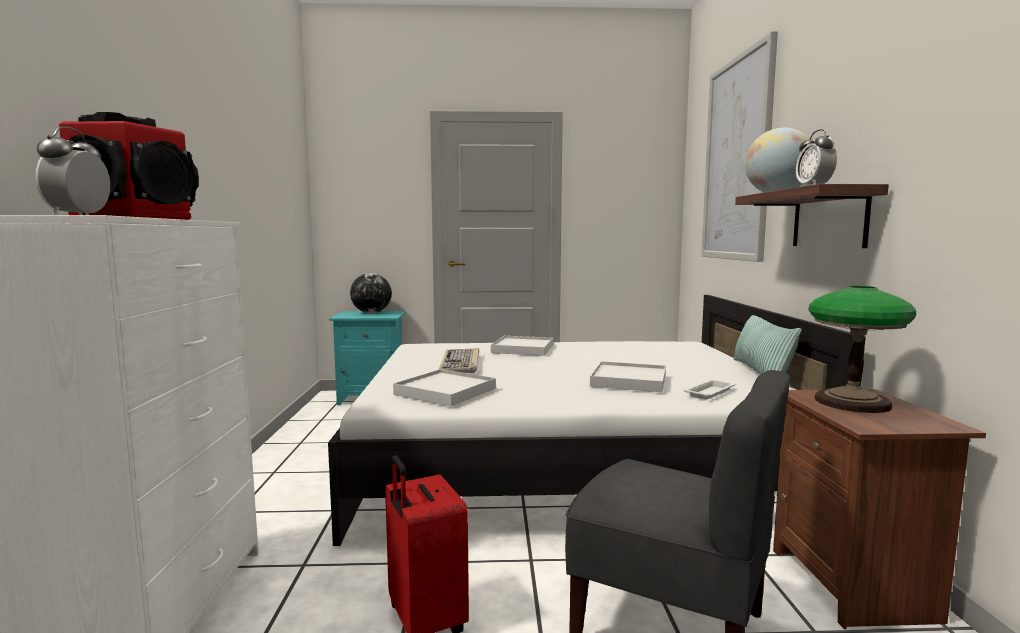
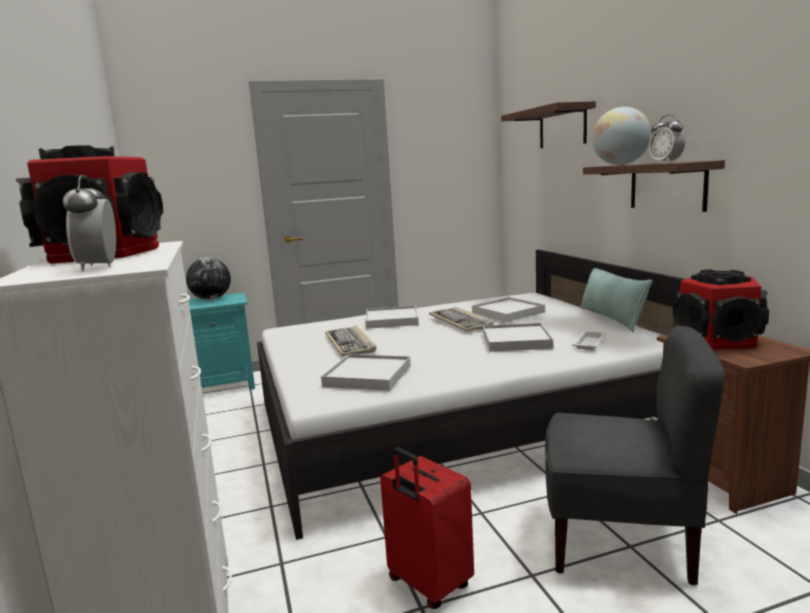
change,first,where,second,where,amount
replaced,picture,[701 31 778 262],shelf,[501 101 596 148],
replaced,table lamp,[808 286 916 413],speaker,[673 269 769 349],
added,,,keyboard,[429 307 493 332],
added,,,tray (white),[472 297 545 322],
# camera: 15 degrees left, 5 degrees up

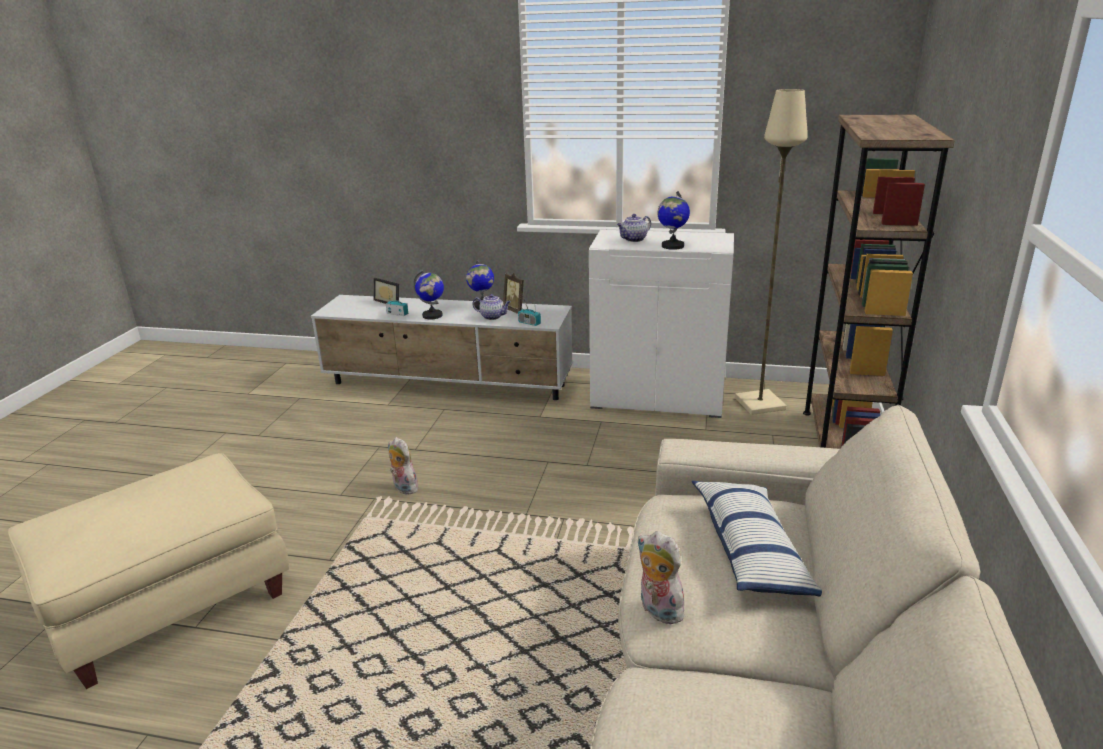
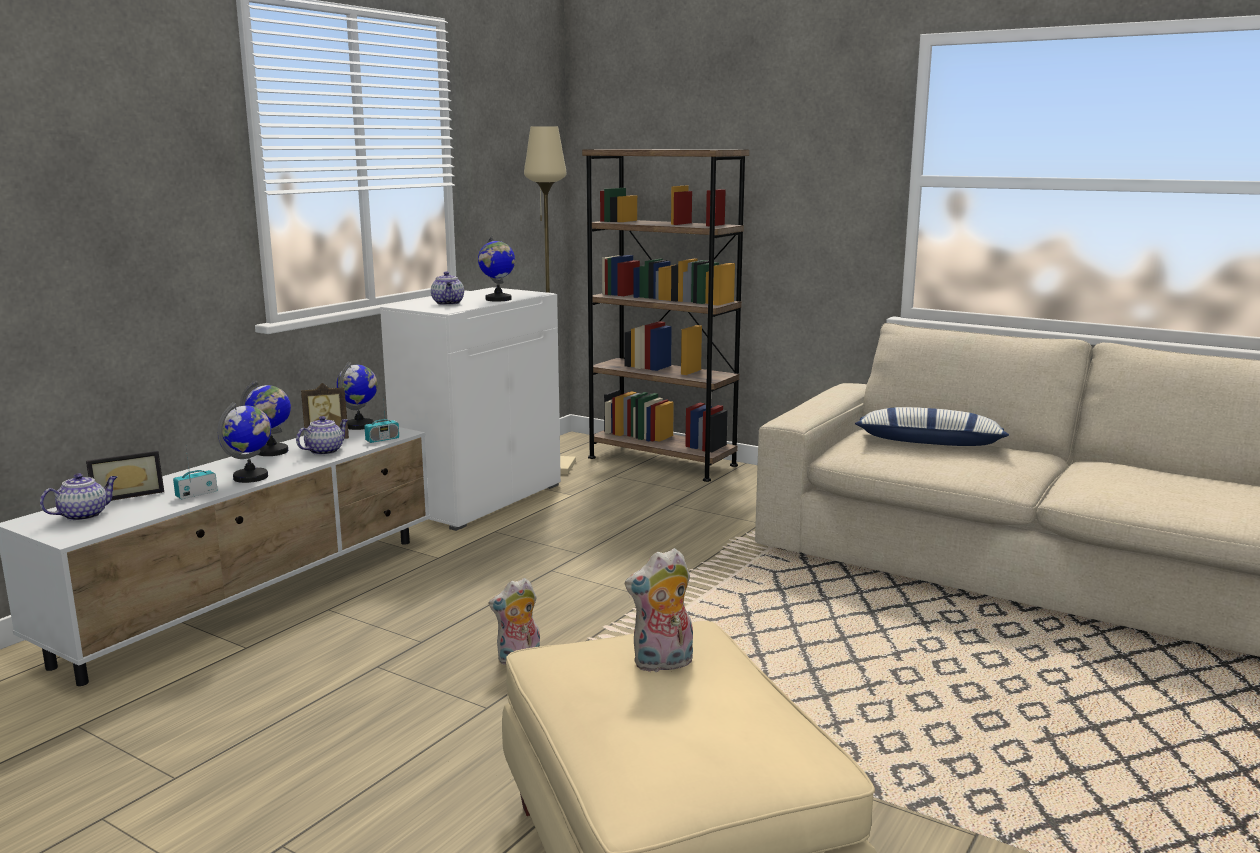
change,first,where,second,where,amount
moved,plush toy,[638 531 690 624],,[625 548 693 673],
added,,,teapot,[40 473 117 521],
added,,,globe,[337 362 378 430],
# camera: 70 degrees left, 10 degrees down

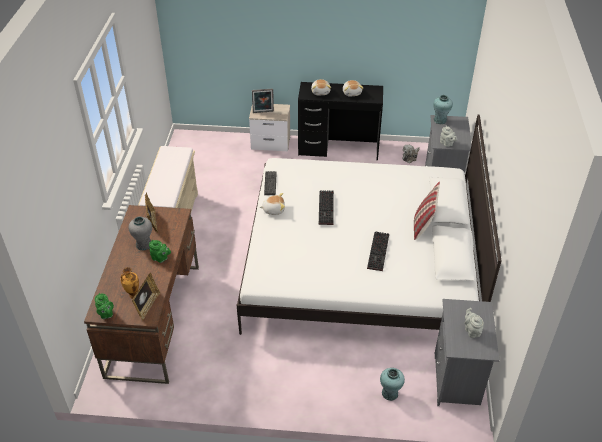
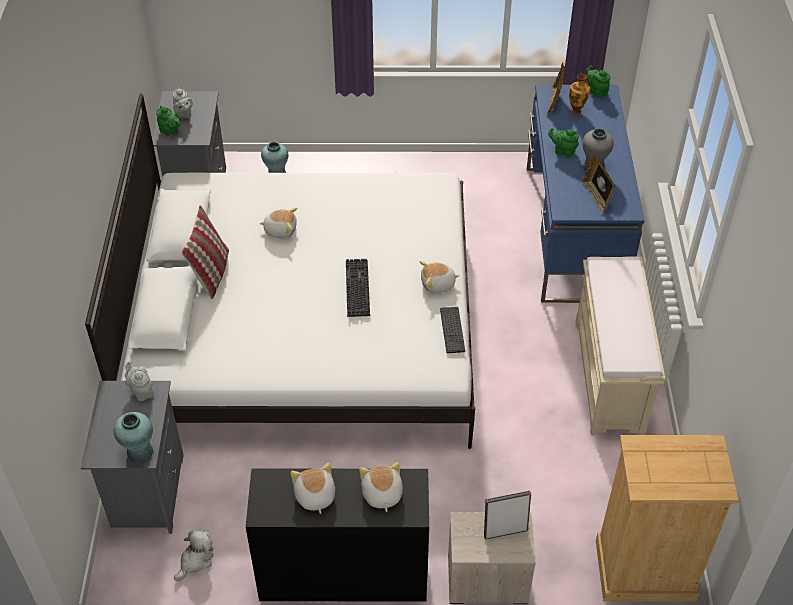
change,first,where,second,where,amount
recoloured,desk (brown),[84 205 199 384],desk (blue),[527 85 645 303],
replaced,keyboard,[367 231 389 271],plush toy,[259 207 297 239],
added,,,teapot (green),[156 106 180 137],
added,,,dresser (beige),[596 435 739 601],
# camera: 175 degrees right, 5 degrees up

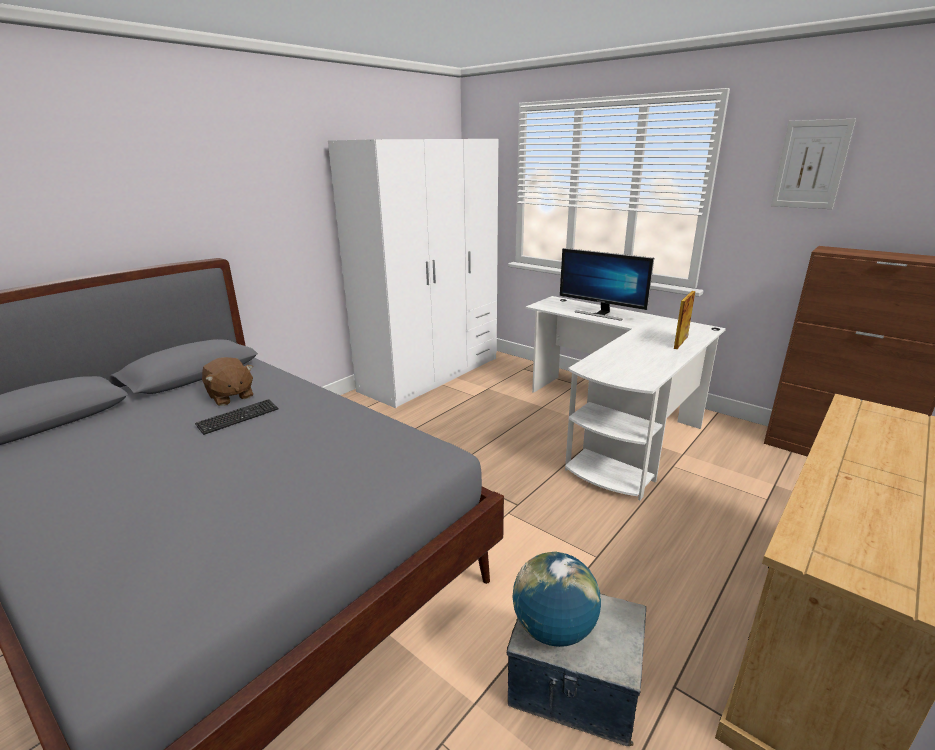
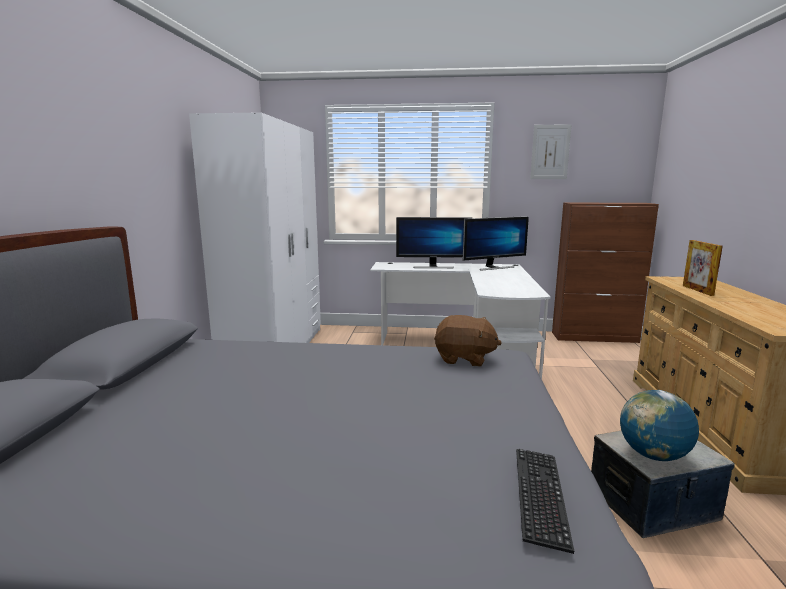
change,first,where,second,where,amount
moved,keyboard,[195 399 278 435],,[516 449 574 554],
moved,plush toy (brown),[202 357 253 406],,[434 315 502 366],
moved,picture frame,[674 291 695 349],,[683 240 723 296],
added,,,monitor,[463 216 529 271],
# camera: 35 degrees left, 10 degrees down

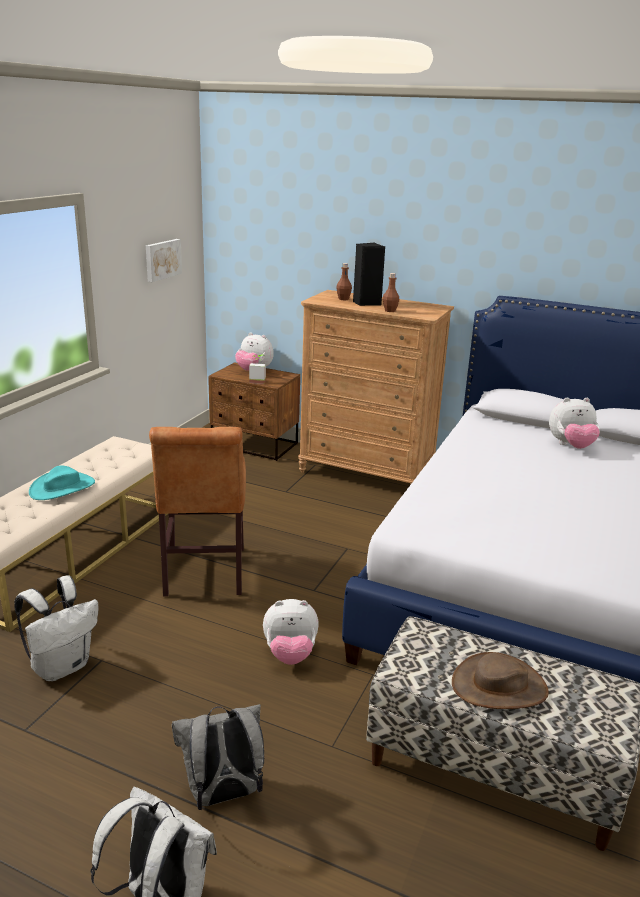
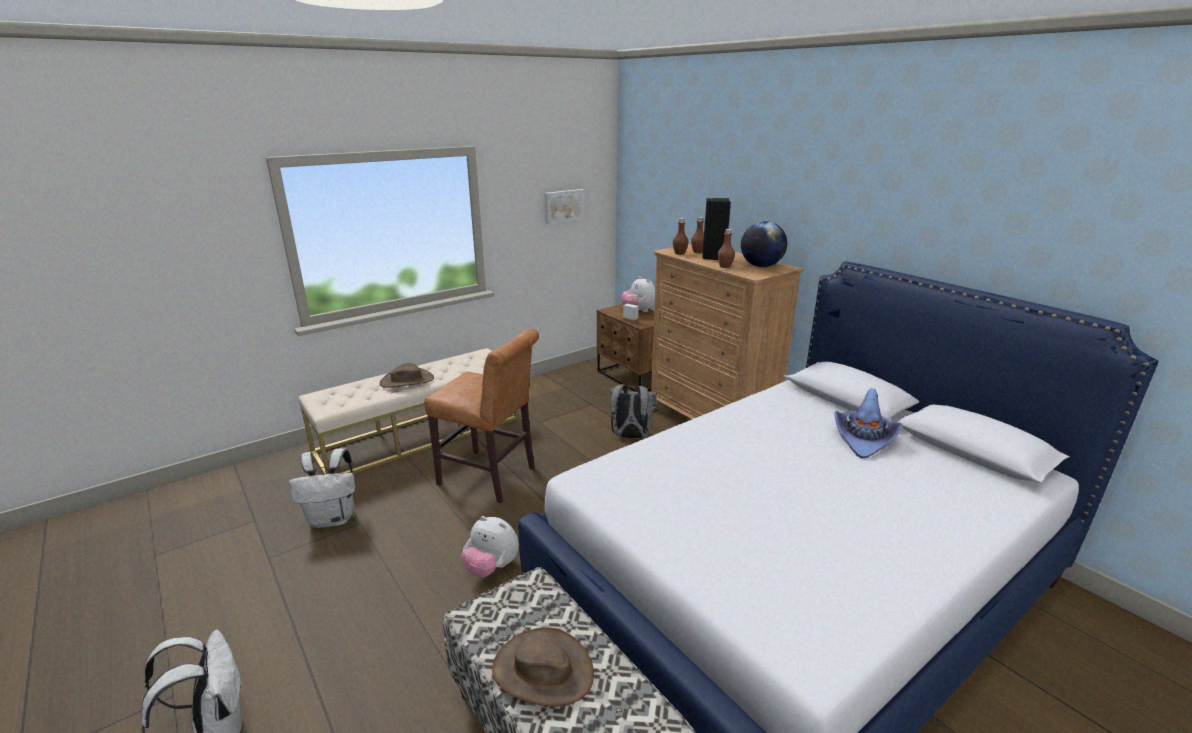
change,first,where,second,where,amount
recoloured,hat (turquoise),[29 466 95 500],hat (brown),[380 363 434 388],
turned,chair (brown),[149 427 246 597],,[424 328 539 503],90 degrees counterclockwise
moved,backpack (grey),[172 704 264 810],,[610 384 657 439],
replaced,plush toy,[549 398 600 449],hat (purple),[834 388 902 459],
added,,,bottle (brown),[673 218 688 255],
added,,,globe,[741 221 787 267],
# camera: 30 degrees right, 0 degrees up

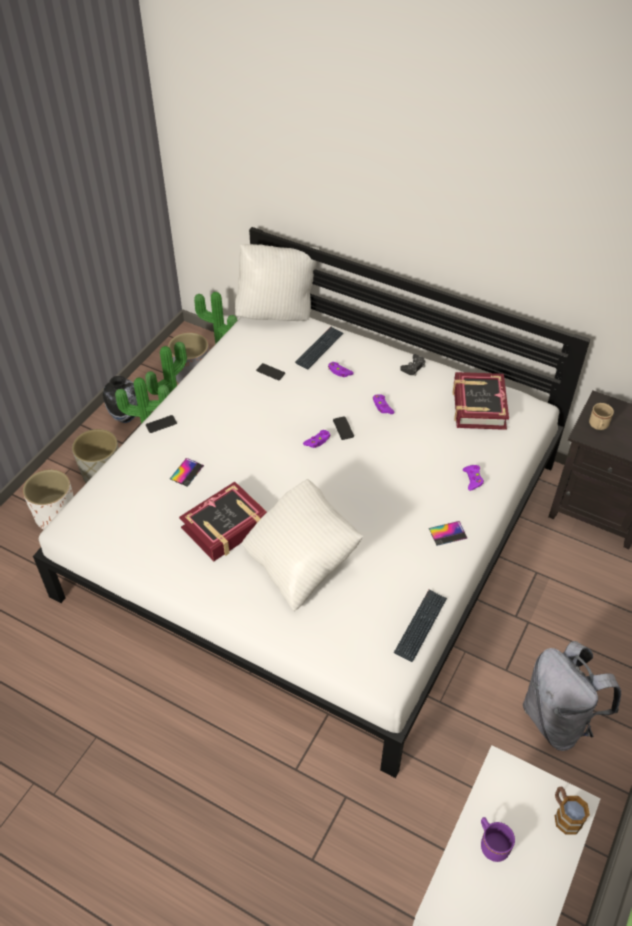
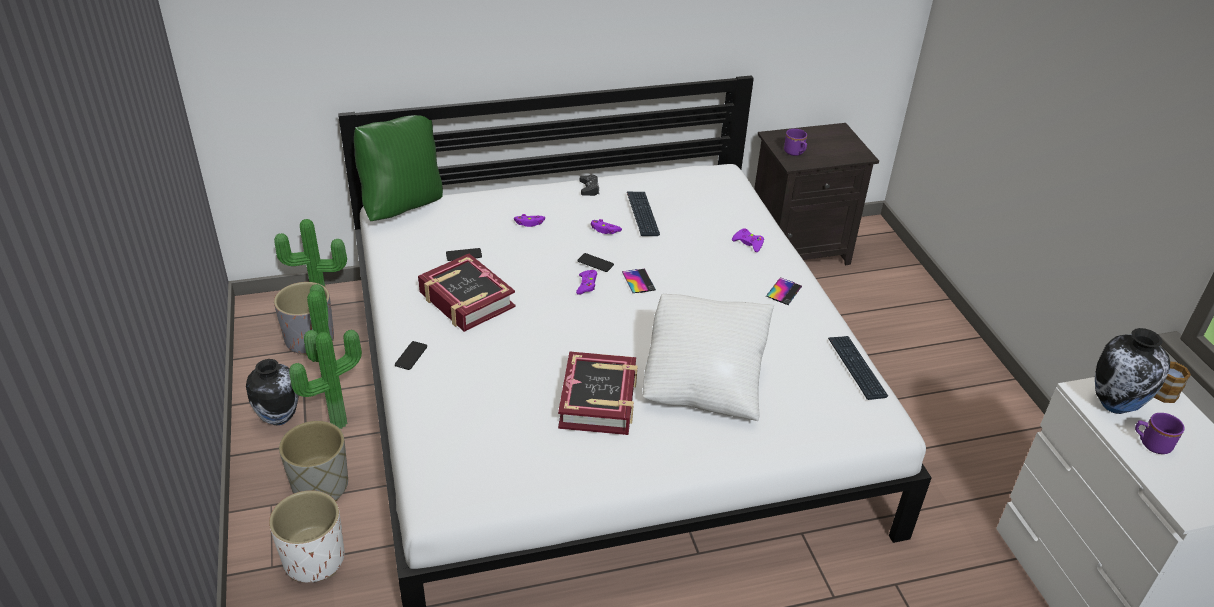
change,first,where,second,where,amount
moved,phone,[170 458 204 487],,[622 269 656 293],
recoloured,pillow (white),[235 244 319 321],pillow (green),[354 115 443 221],
moved,keyboard,[295 327 344 369],,[627 191 660 236],
moved,book,[453 372 509 430],,[418 254 516 332],
removed,backpack (grey),[523 641 621 751],,,
recoloured,mug (beige),[589 403 614 430],mug (purple),[784 129 807 156],
added,,,vase,[1095 328 1170 414],
# camera: 45 degrees left, 10 degrees down

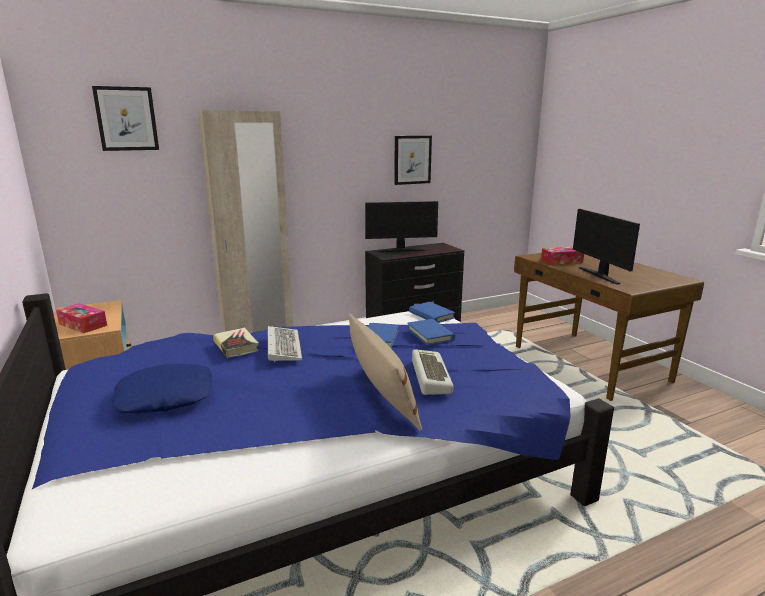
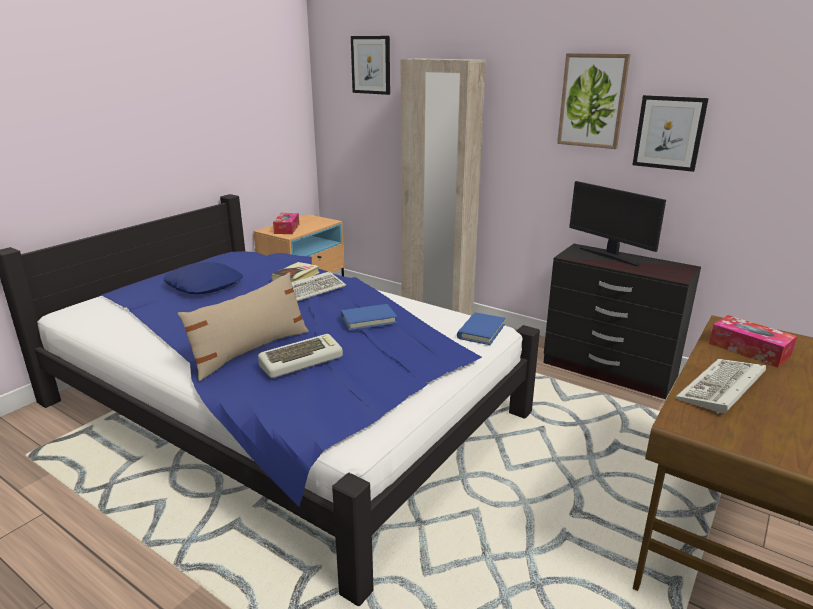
change,first,where,second,where,amount
removed,book (blue),[407 319 455 346],,,
replaced,monitor,[573 209 640 285],keyboard,[676 359 766 414],
added,,,picture,[557 53 630 149],
# camera: 60 degrees right, 5 degrees up

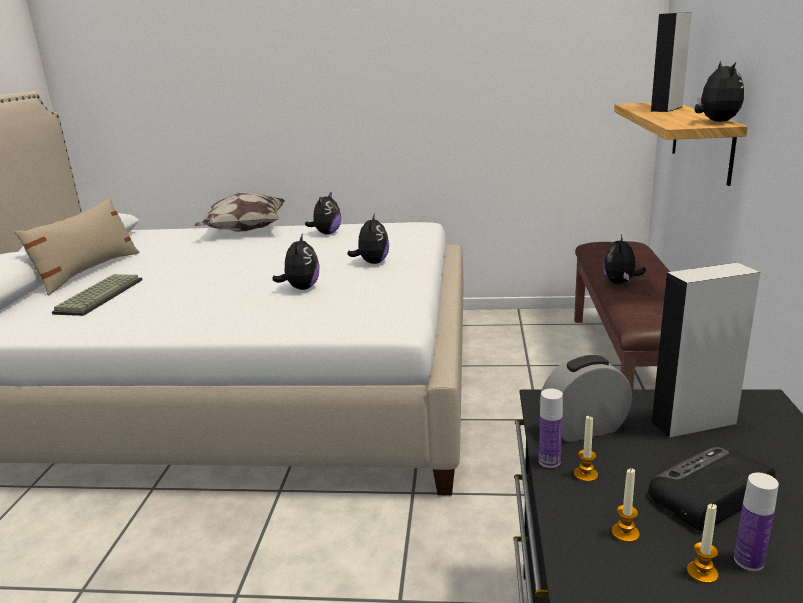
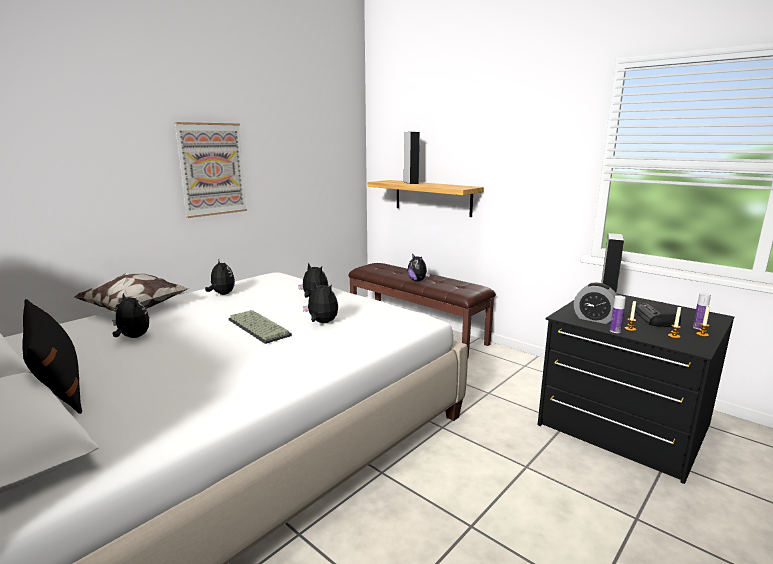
change,first,where,second,where,amount
recoloured,pillow (beige),[14 198 139 295],pillow (black),[23 299 82 414],
moved,keyboard,[52 274 142 316],,[228 310 292 344],
turned,alarm clock,[539 355 632 442],,[574 283 618 324],75 degrees counterclockwise
moved,plush toy,[695 61 744 122],,[112 293 149 338],
added,,,picture,[174 122 247 218],
# camera: 55 degrees left, 5 degrees down

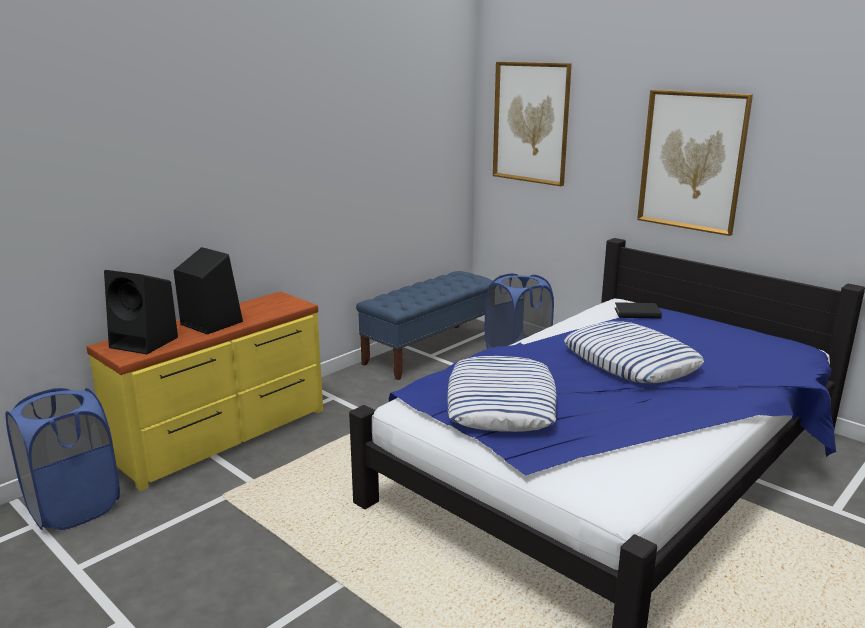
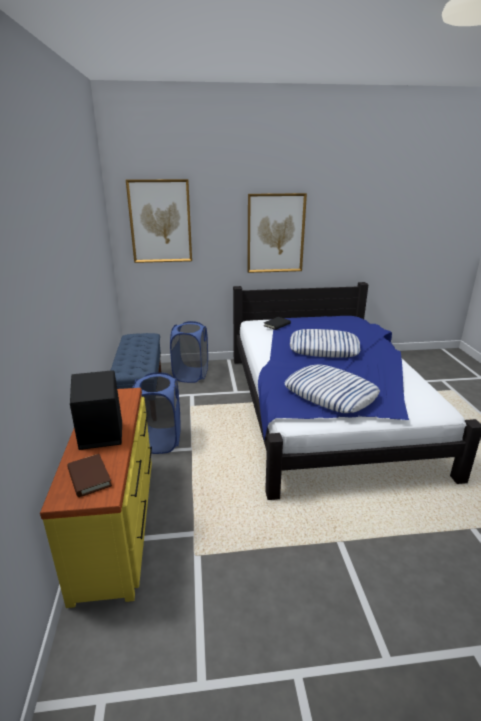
change,first,where,second,where,amount
moved,laundry basket (blue),[6 388 120 530],,[132 372 180 454],
replaced,speaker (black),[104 270 178 354],book (brown),[67 454 112 497],
# camera: 50 degrees left, 5 degrees up

